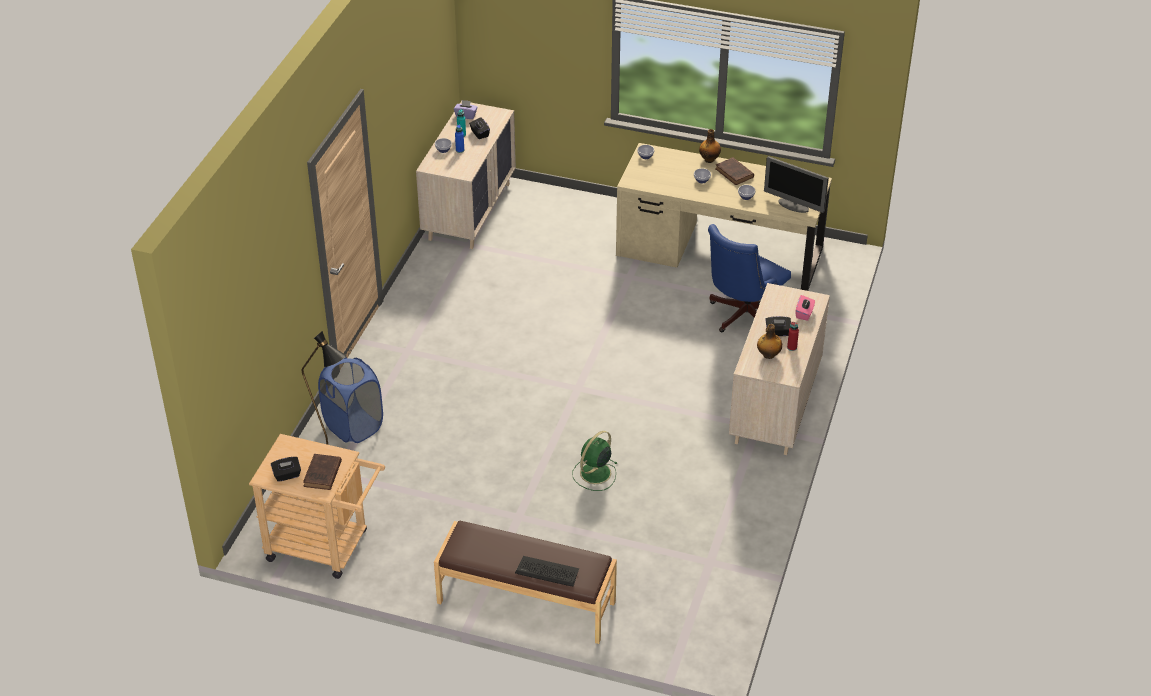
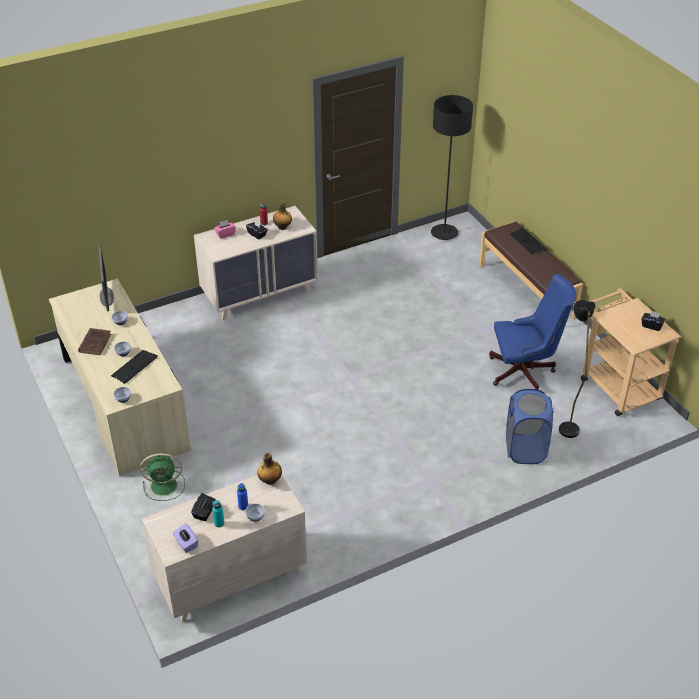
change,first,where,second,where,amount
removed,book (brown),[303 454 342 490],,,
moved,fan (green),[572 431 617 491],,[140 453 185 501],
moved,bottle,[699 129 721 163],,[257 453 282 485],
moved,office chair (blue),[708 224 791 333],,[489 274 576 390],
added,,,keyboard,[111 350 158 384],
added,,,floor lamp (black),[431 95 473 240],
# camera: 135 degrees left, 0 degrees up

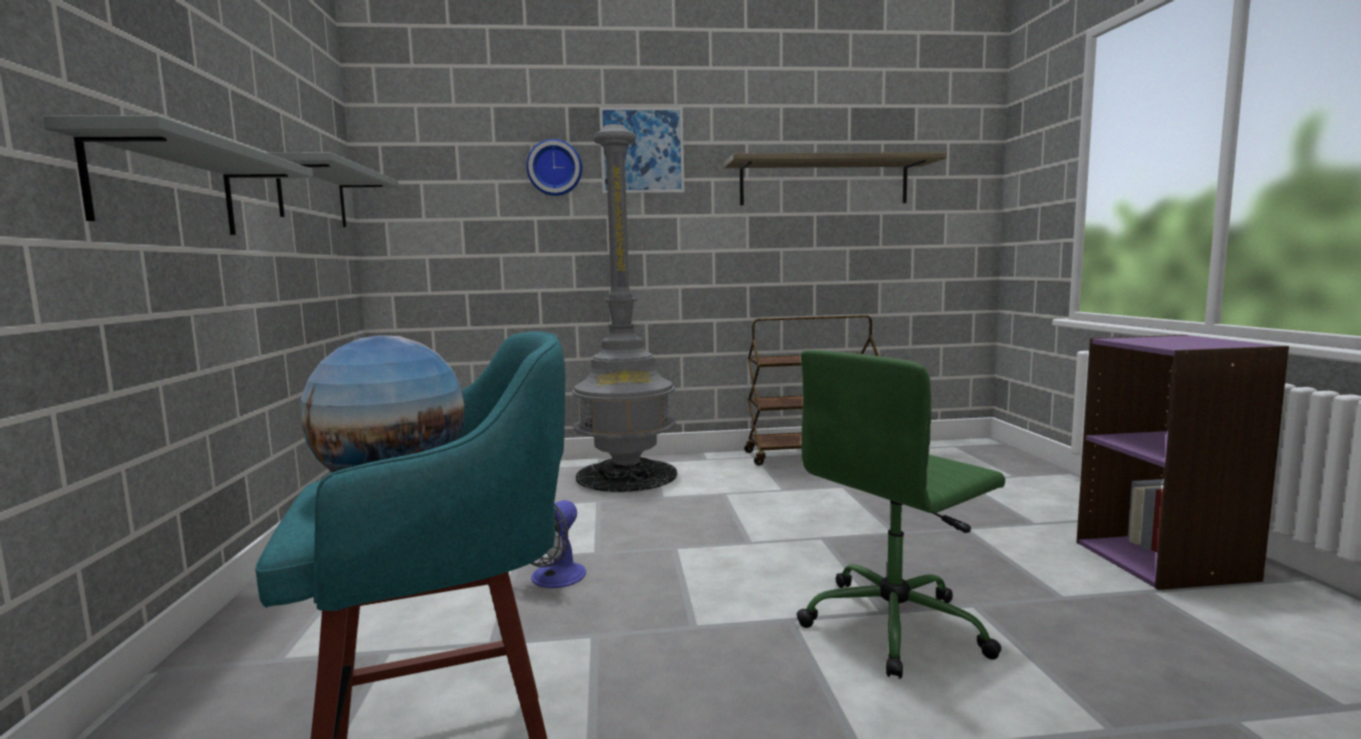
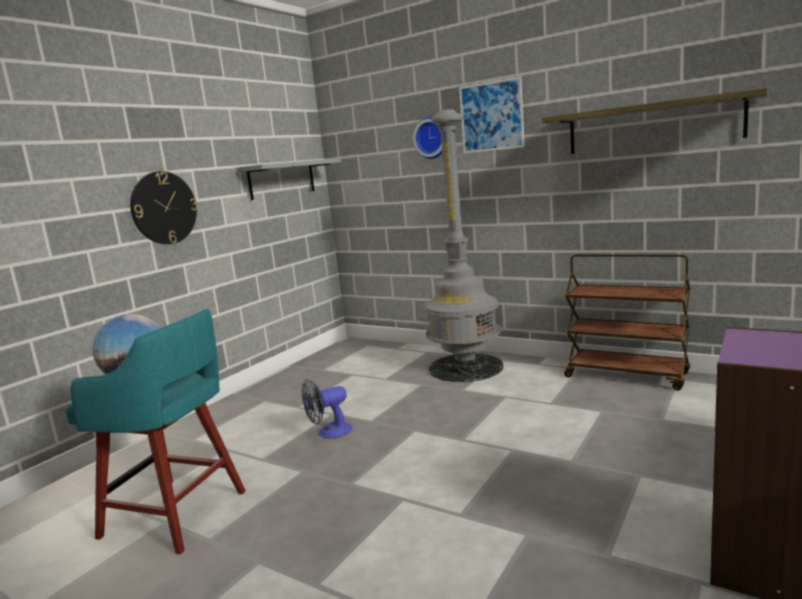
change,first,where,second,where,amount
replaced,shelf (grey),[43 116 313 235],wall clock,[130 171 198 244],
removed,office chair (green),[796 350 1005 679],,,
# camera: 40 degrees right, 5 degrees up

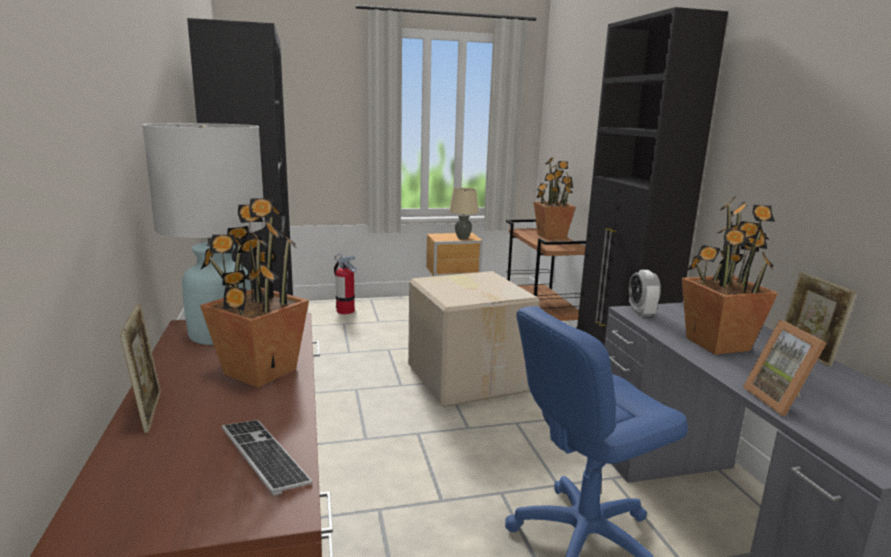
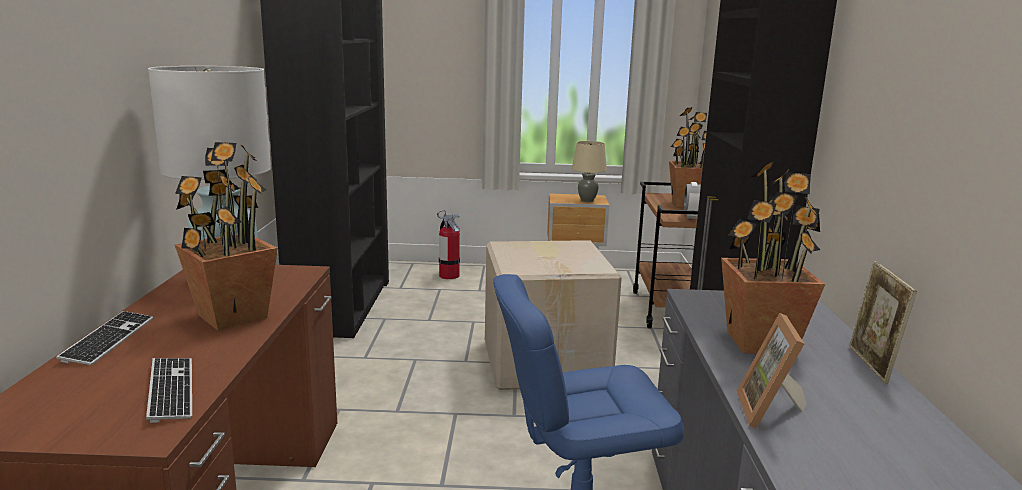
change,first,where,second,where,amount
replaced,picture frame,[120 304 161 433],keyboard,[56 311 153 365],
moved,alarm clock,[629 270 661 317],,[684 182 701 219],
# camera: 15 degrees right, 0 degrees up

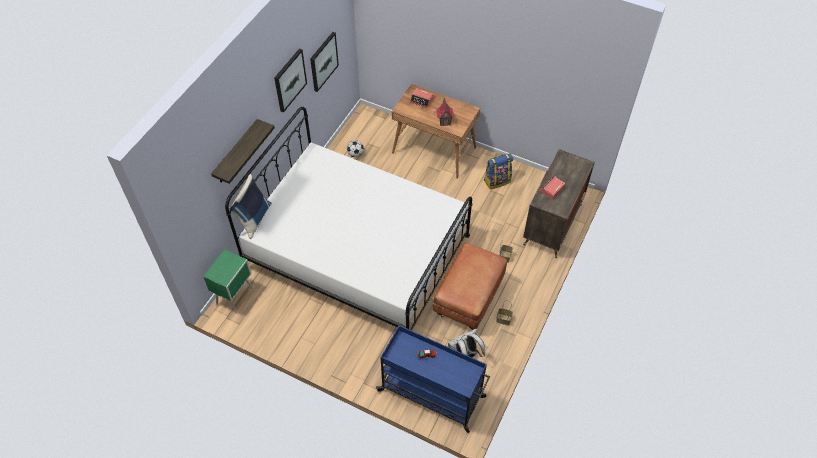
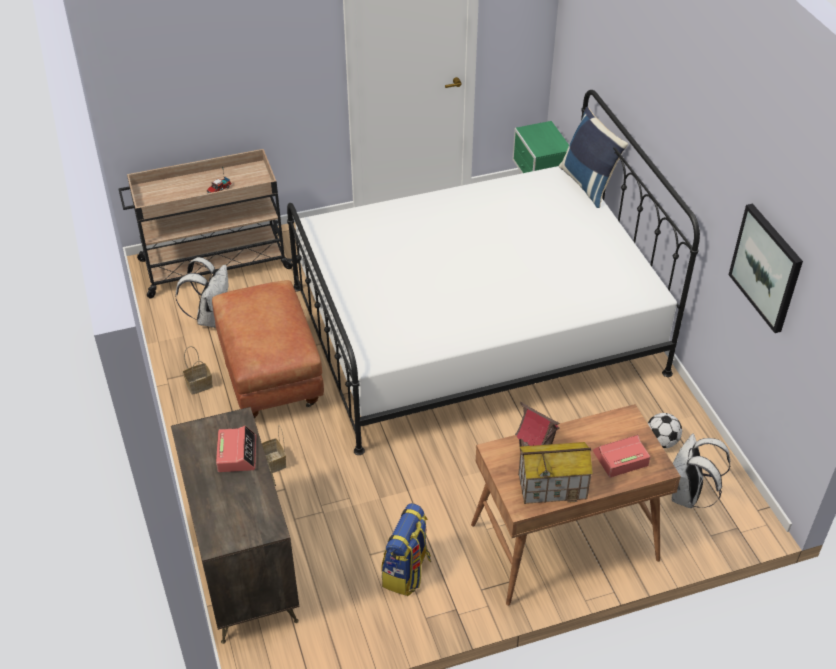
change,first,where,second,where,amount
removed,shelf,[211 119 275 184],,,
removed,picture,[274 48 307 113],,,
recoloured,cart (blue),[376 325 490 433],cart (beige),[118 149 293 299],
added,,,toy house,[518 442 593 504],
added,,,backpack (white),[672 434 731 508],
# camera: 135 degrees right, 10 degrees down

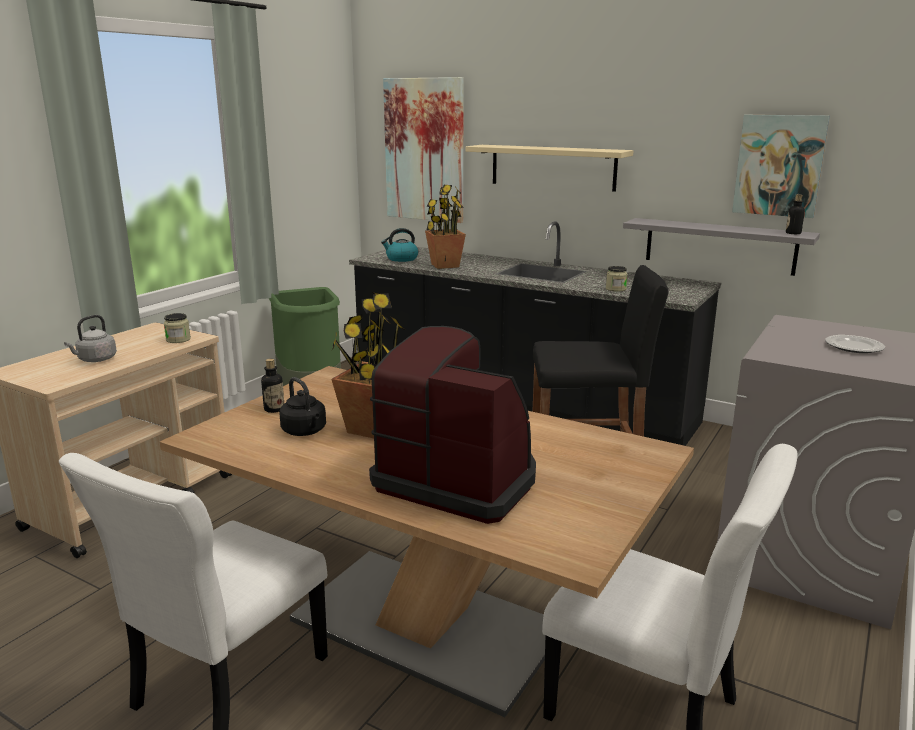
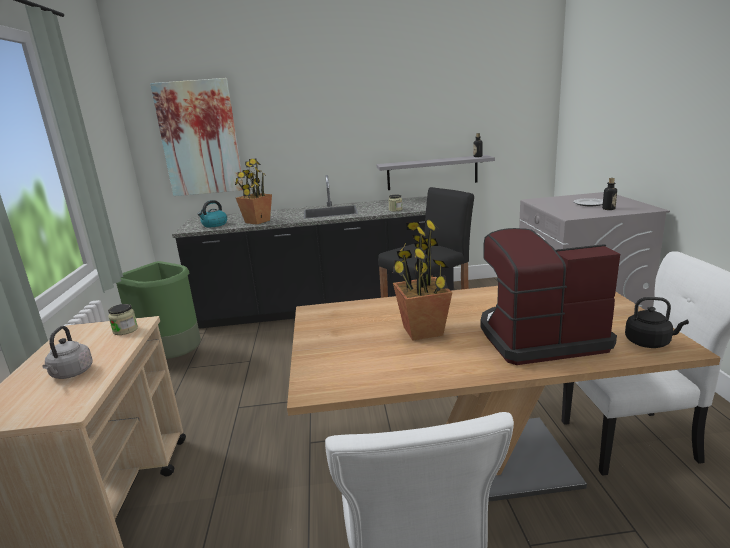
change,first,where,second,where,amount
moved,bottle,[261 359 284 413],,[602 178 617 210],
moved,kettle (black),[279 377 326 436],,[625 297 689 348],
removed,shelf (beige),[465 145 634 192],,,
removed,picture,[732 115 830 218],,,
# camera: 35 degrees left, 0 degrees up

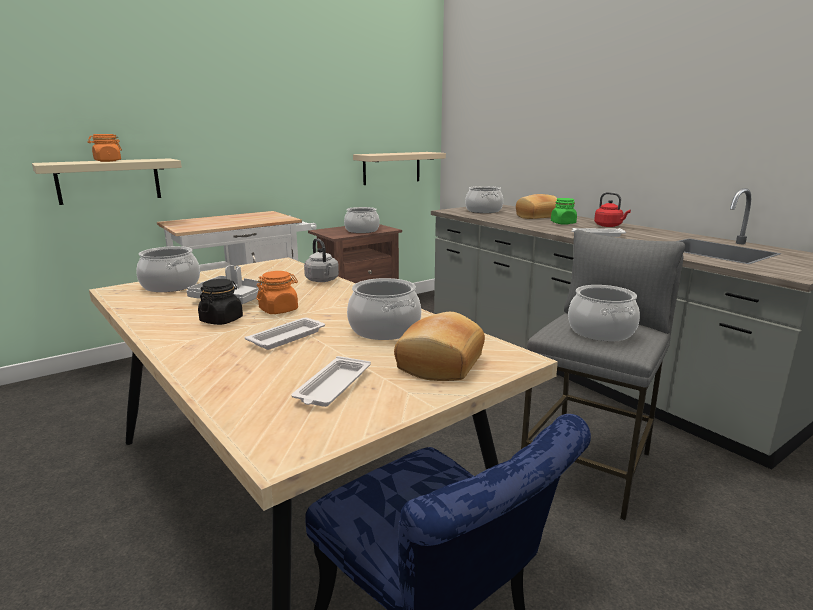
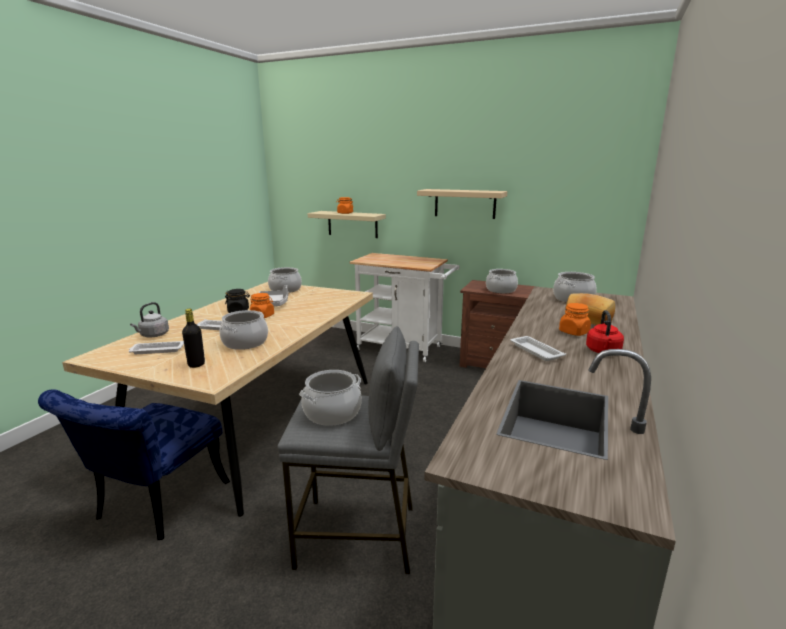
change,first,where,second,where,amount
moved,kettle (grey),[304 238 339 282],,[130 302 169 337],
moved,shelf (beige),[353 152 446 185],,[417 189 507 219],
replaced,bread,[394 312 485 381],bottle (black),[182 309 205 368],
recoloured,jar (green),[551 198 577 225],jar (orange),[559 303 591 336],
# camera: 60 degrees right, 0 degrees up

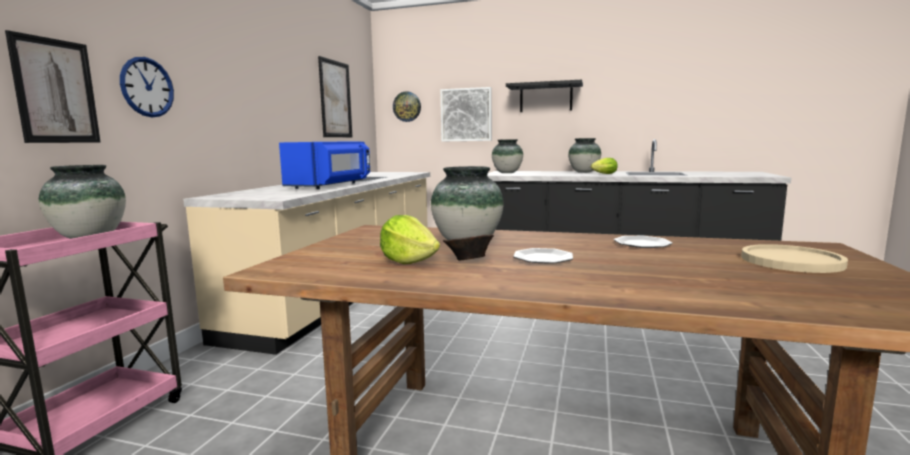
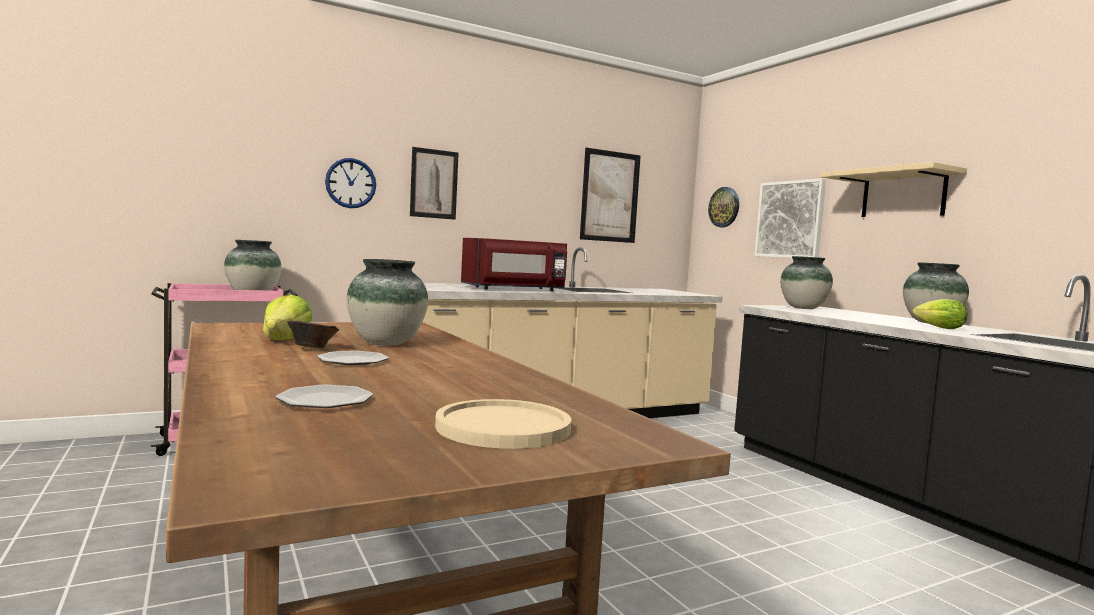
change,first,where,second,where,amount
moved,picture,[5 30 101 143],,[410 147 459 220],
recoloured,microwave (blue),[279 142 370 189],microwave (red),[461 238 567 291],
recoloured,shelf (black),[506 80 583 112],shelf (beige),[820 162 967 217],
moved,plate,[614 236 672 248],,[276 385 373 408],
# camera: 45 degrees right, 5 degrees down

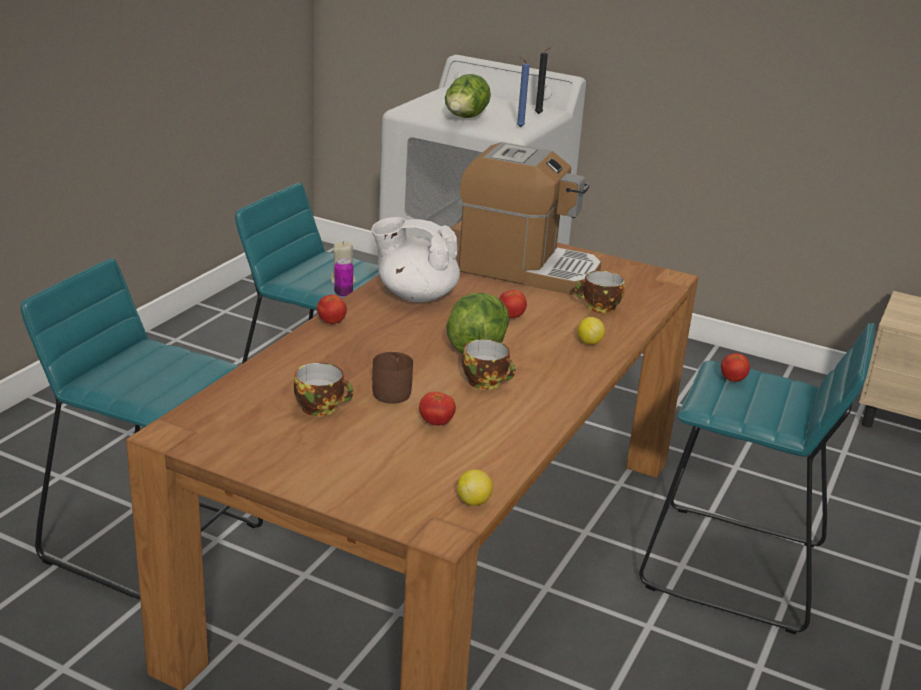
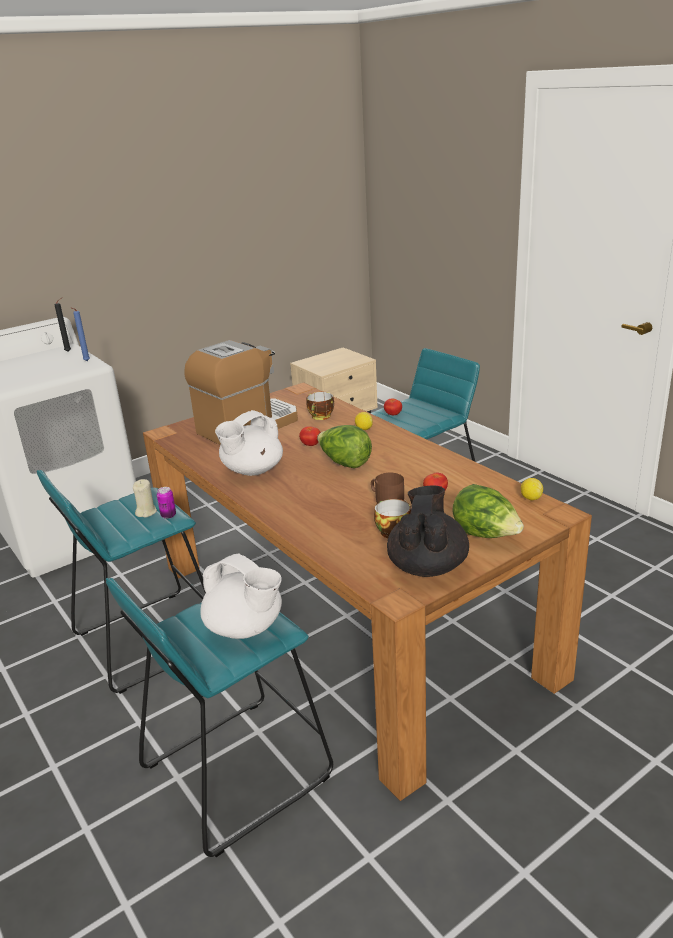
change,first,where,second,where,amount
removed,tomato,[317 295 347 324],,,
moved,lettuce,[445 74 491 118],,[452 484 524 538],
removed,cup,[462 339 515 390],,,
added,,,teapot (white),[200 553 282 639],
added,,,teapot (black),[387 486 469 577],
# camera: 60 degrees left, 0 degrees up

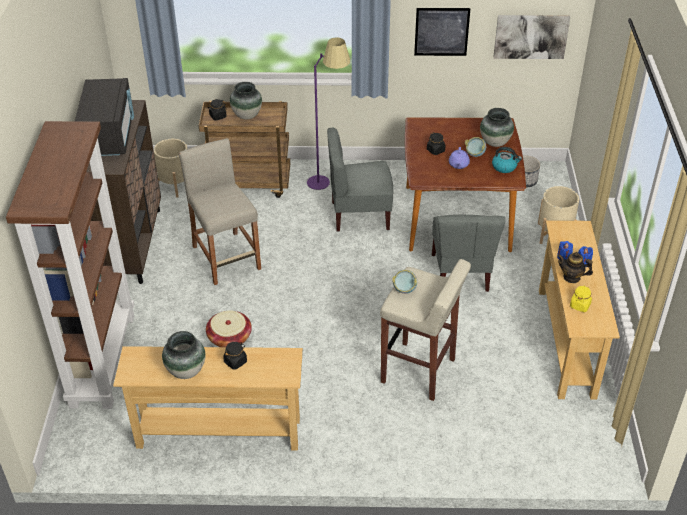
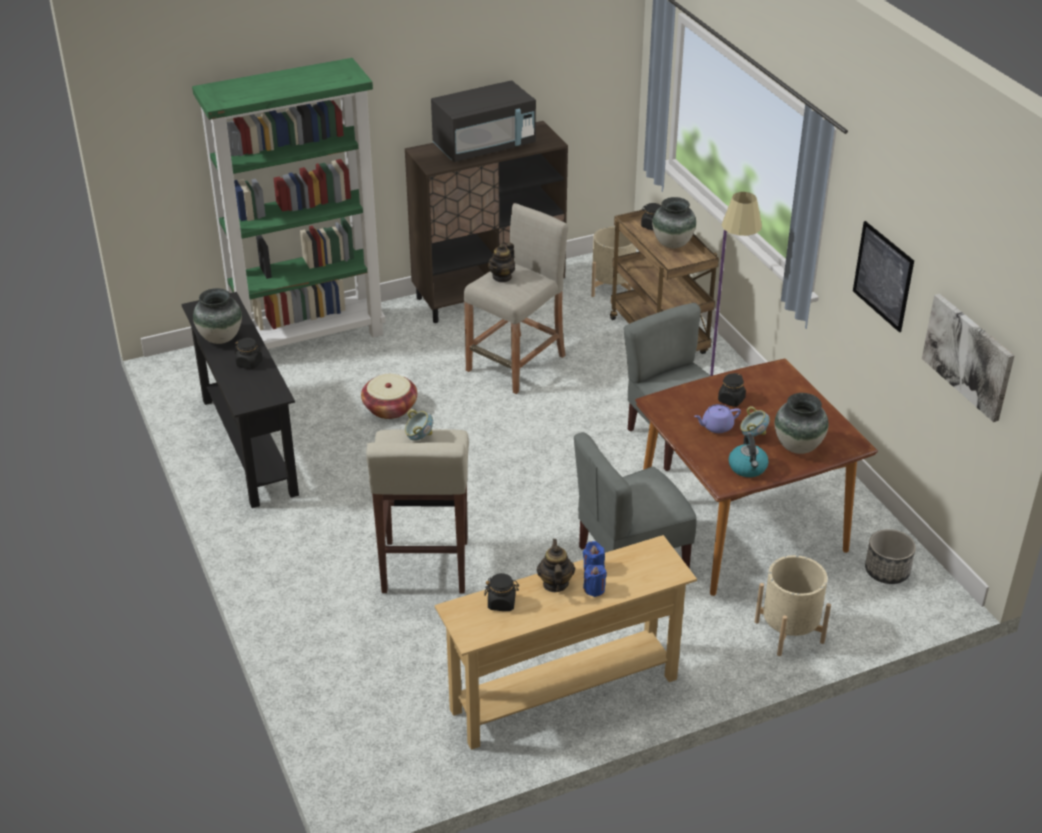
change,first,where,second,where,amount
recoloured,bookcase (brown),[6 121 134 409],bookcase (green),[192 58 386 349],
recoloured,console table (beige),[113 346 303 450],console table (black),[181 292 299 508],
recoloured,jar (yellow),[570 285 592 312],jar (black),[484 573 519 611],
added,,,teapot,[488 243 515 283],
# camera: 65 degrees right, 5 degrees down

